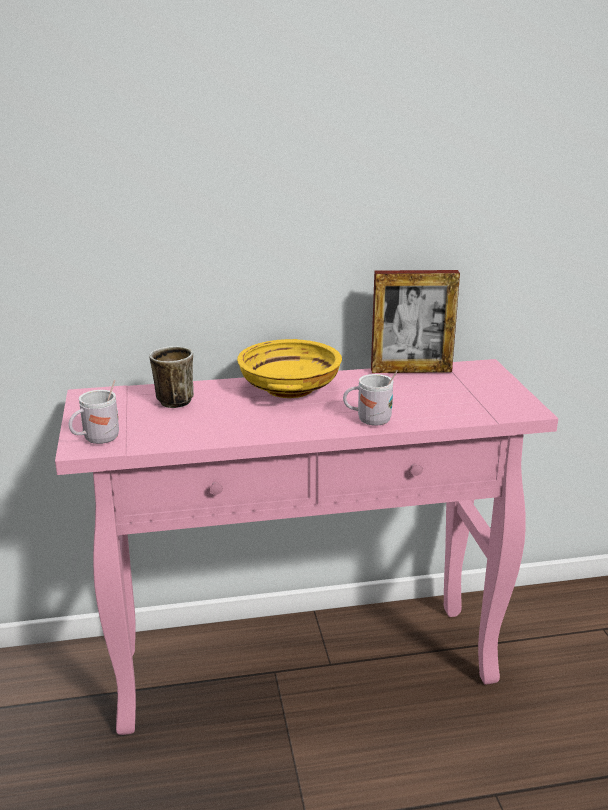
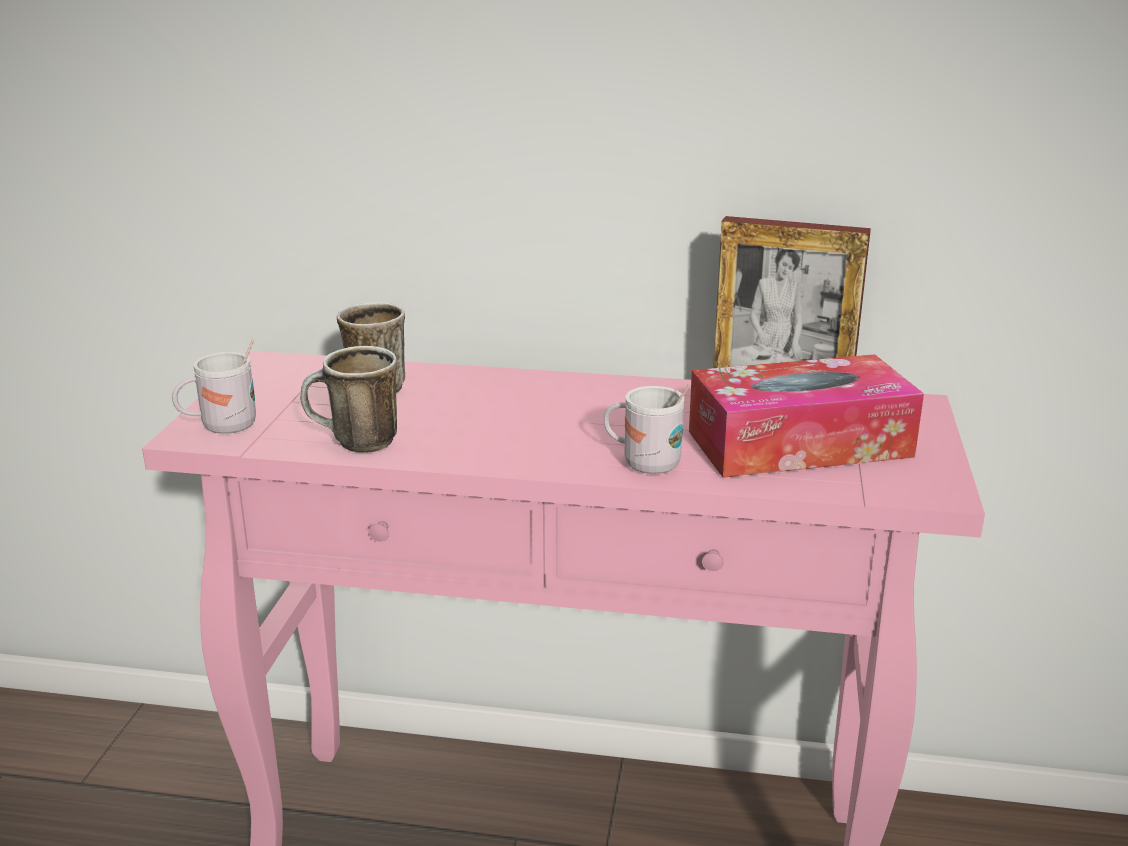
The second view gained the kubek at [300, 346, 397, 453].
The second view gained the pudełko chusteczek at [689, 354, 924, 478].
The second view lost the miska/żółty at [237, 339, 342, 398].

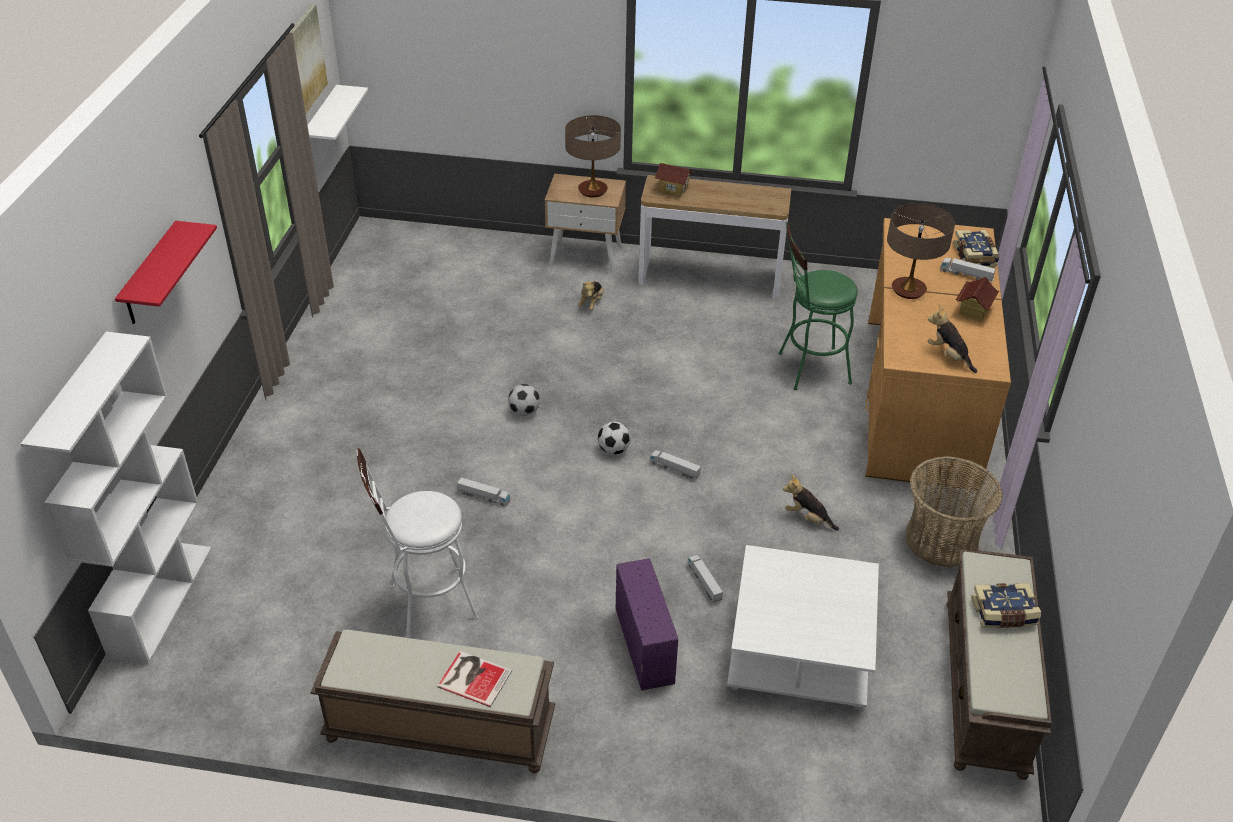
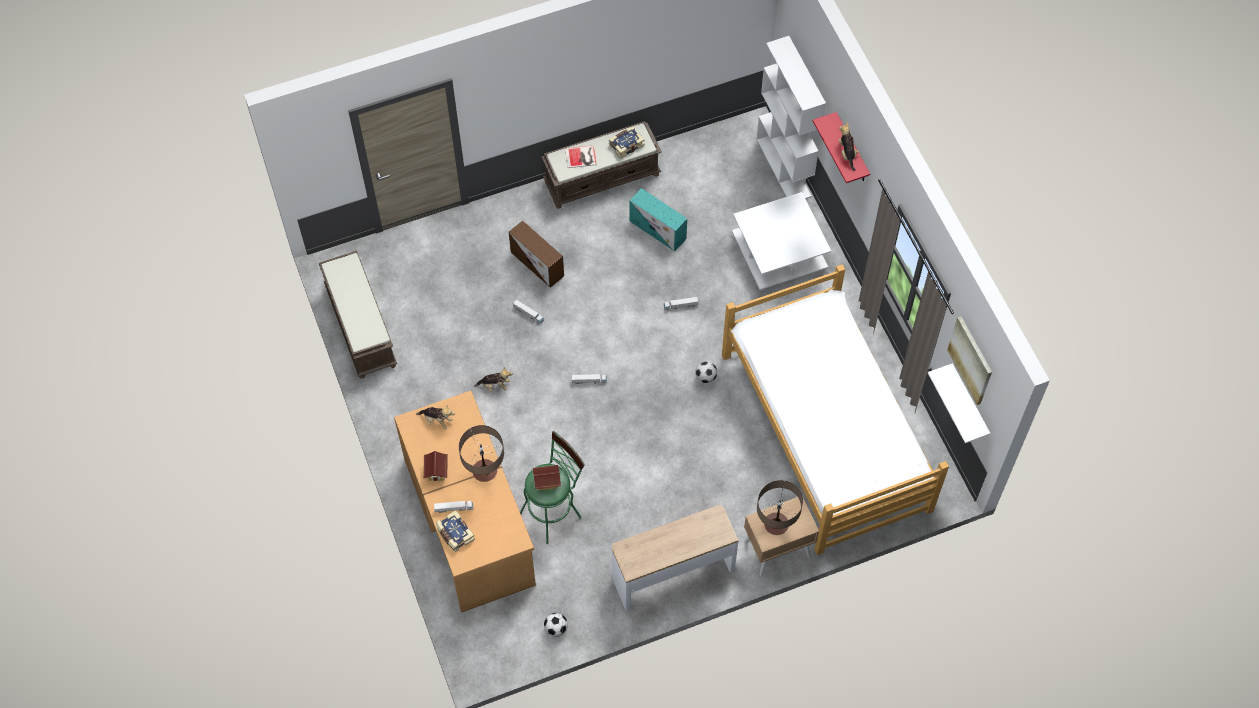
What was the pojemnik do przechowywania/fioletowy at [616, 558, 678, 691] turned into the pojemnik do przechowywania/brązowy at [509, 221, 564, 288].
The domek ended up elsewhere, having gone from [655, 163, 694, 197] to [533, 465, 561, 491].
The piłka futbolowa ended up elsewhere, having gone from [598, 422, 631, 455] to [544, 613, 568, 637].
The książka ended up elsewhere, having gone from [971, 583, 1041, 628] to [609, 127, 644, 159].
Where the stołek/biały stood at [356, 448, 479, 638], the pojemnik do przechowywania/turkusowy came to stand at [630, 188, 687, 251].
The second view gained the łóżko at [722, 264, 949, 555].
The ława/biały ended up elsewhere, having gone from [727, 545, 879, 710] to [732, 192, 831, 291].
The pluszak ended up elsewhere, having gone from [578, 281, 604, 310] to [839, 123, 859, 171].
The second view lost the koszyk at [906, 456, 1003, 568].

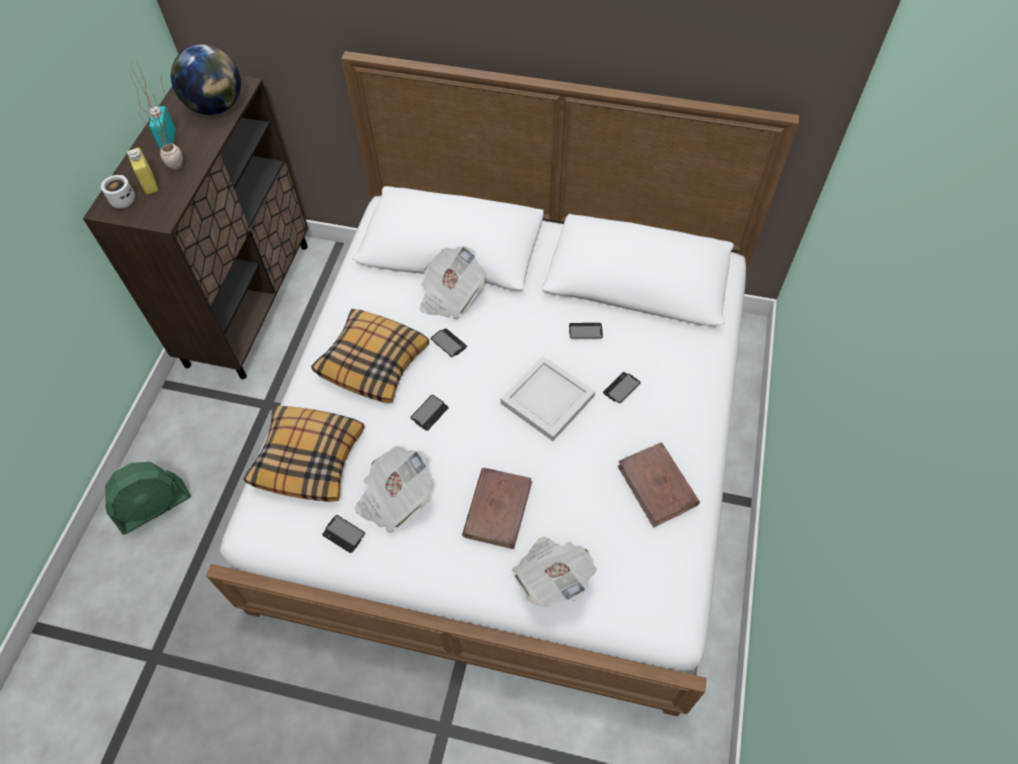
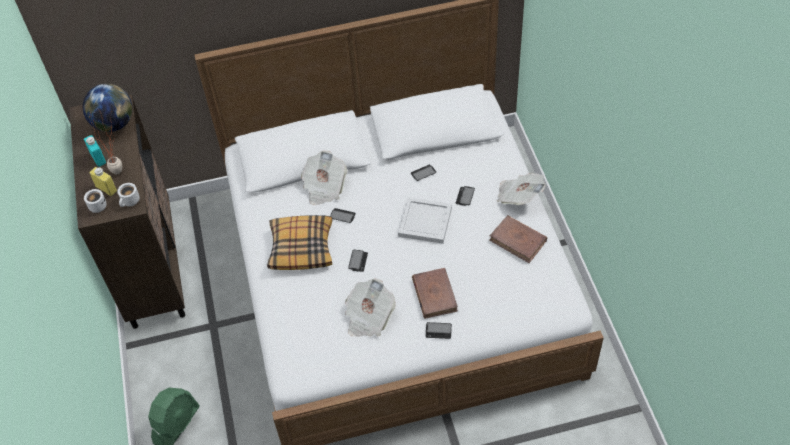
The second view gained the kubek/biały at [117, 183, 140, 207].
The telefon ended up elsewhere, having gone from [322, 515, 365, 553] to [426, 322, 452, 339].
The gazeta ended up elsewhere, having gone from [512, 537, 597, 607] to [497, 173, 545, 205].
The second view lost the poduszka at [243, 406, 364, 502].

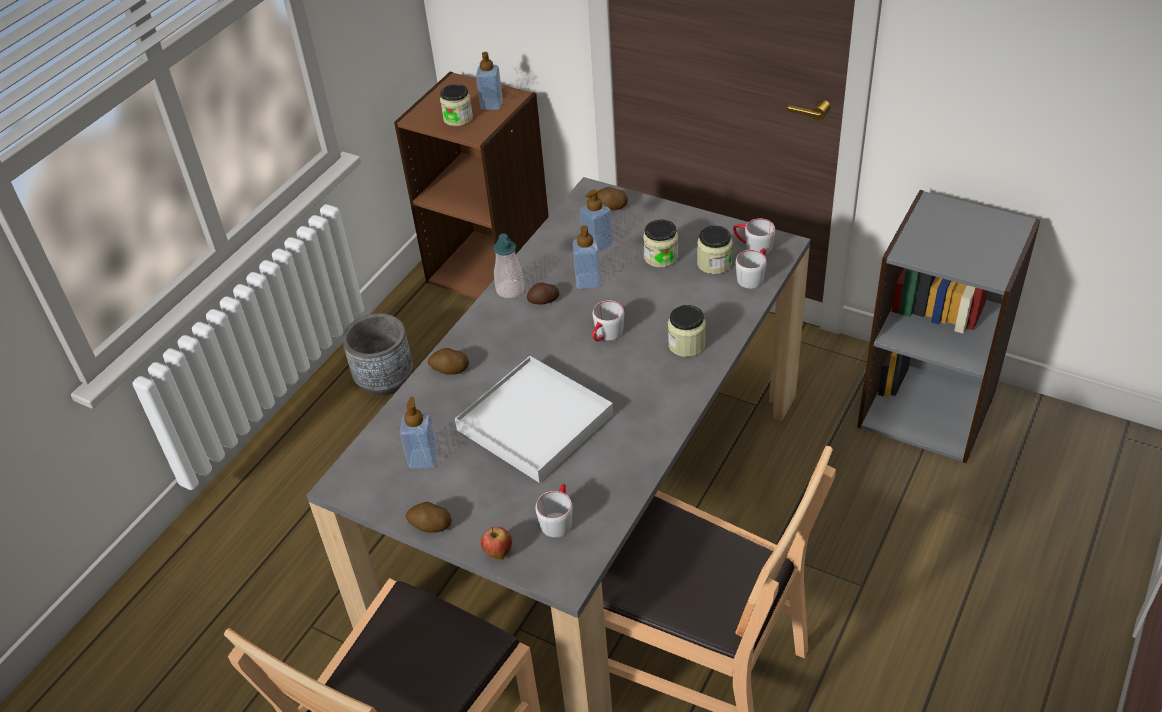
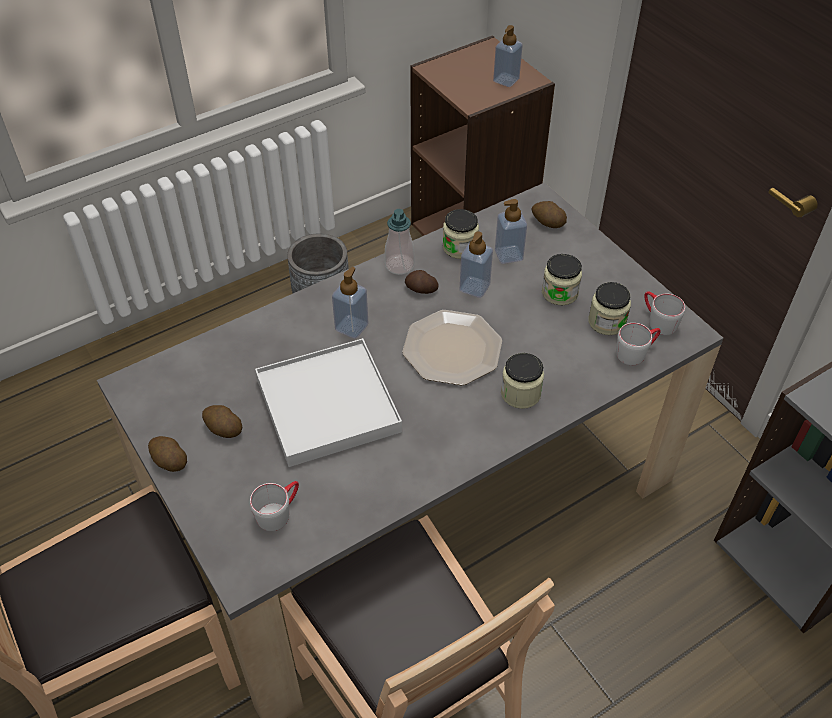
The ziemniak ended up elsewhere, having gone from [428, 348, 469, 375] to [202, 405, 243, 438].
The dozownik mydła ended up elsewhere, having gone from [400, 397, 438, 469] to [332, 267, 368, 339].
Where the kubek/szary stood at [592, 301, 624, 342], the talerz came to stand at [402, 310, 502, 385].
The słoik ended up elsewhere, having gone from [440, 84, 473, 127] to [443, 209, 479, 259].
The second view lost the jabłko at [481, 526, 512, 560].

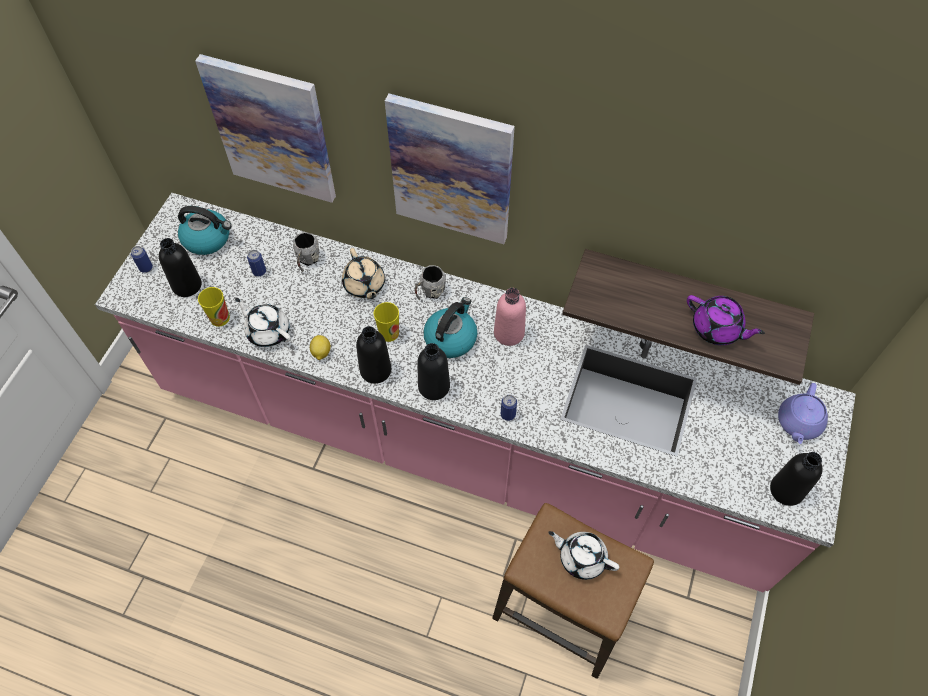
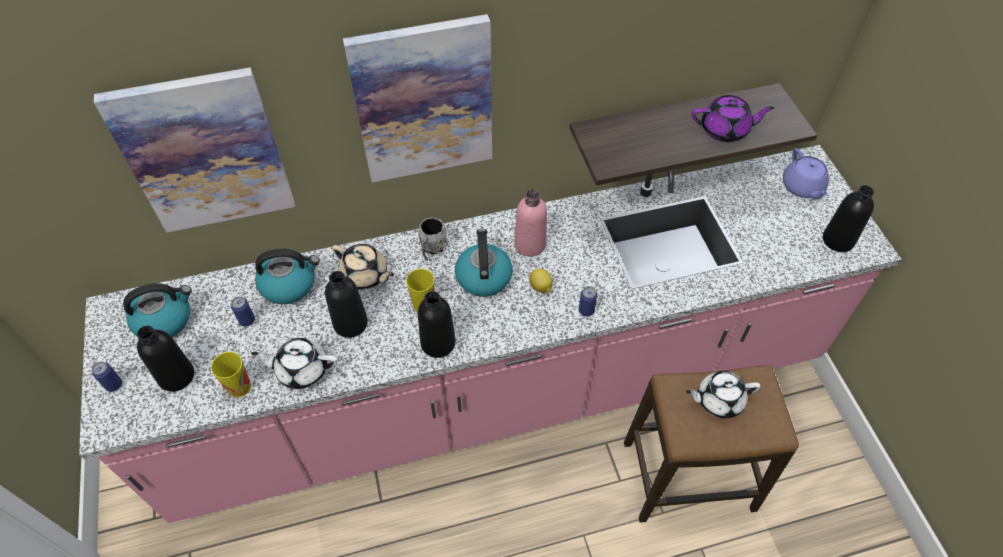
Where the kubek/szary stood at [293, 232, 320, 272], the czajnik came to stand at [255, 249, 320, 304].
The butelka/czarny ended up elsewhere, having gone from [417, 343, 450, 400] to [325, 271, 368, 338].
The cytryna ended up elsewhere, having gone from [310, 335, 331, 360] to [529, 269, 553, 293].

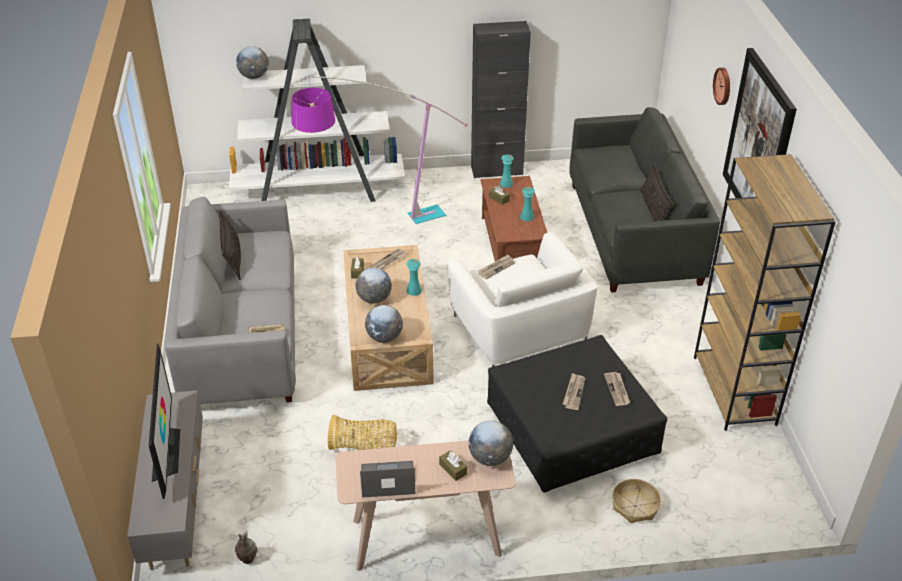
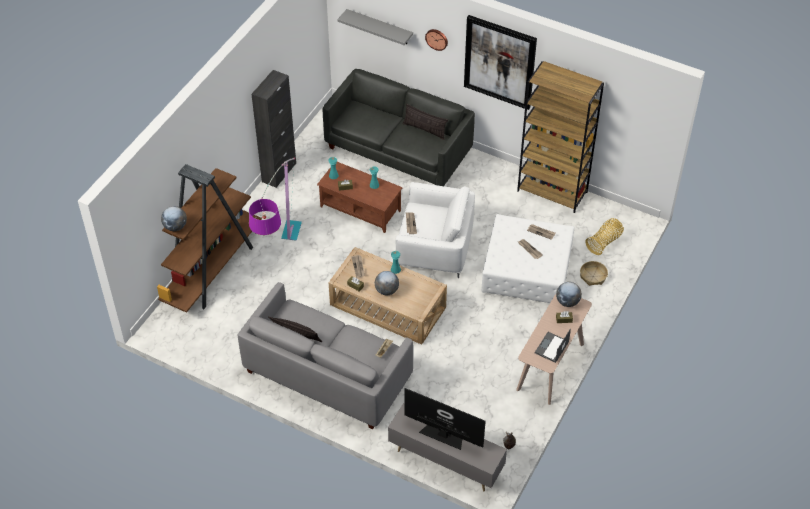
What was the regał/biały at [229, 19, 405, 202] turned into the regał/brązowy at [157, 164, 262, 313].
The second view gained the półka/szary at [337, 9, 413, 45].
What was the pufa/czarny at [487, 335, 667, 493] turned into the pufa/biały at [481, 214, 574, 303].
The koszyk ended up elsewhere, having gone from [328, 415, 397, 450] to [586, 218, 624, 255].
The second view lost the globus at [365, 305, 403, 343].

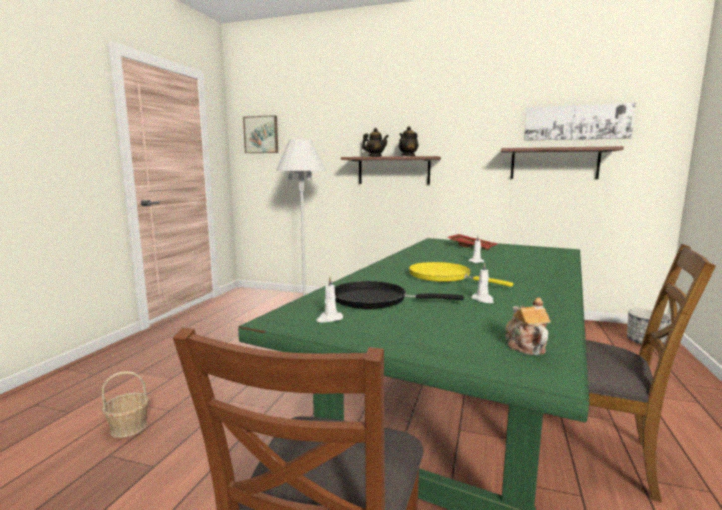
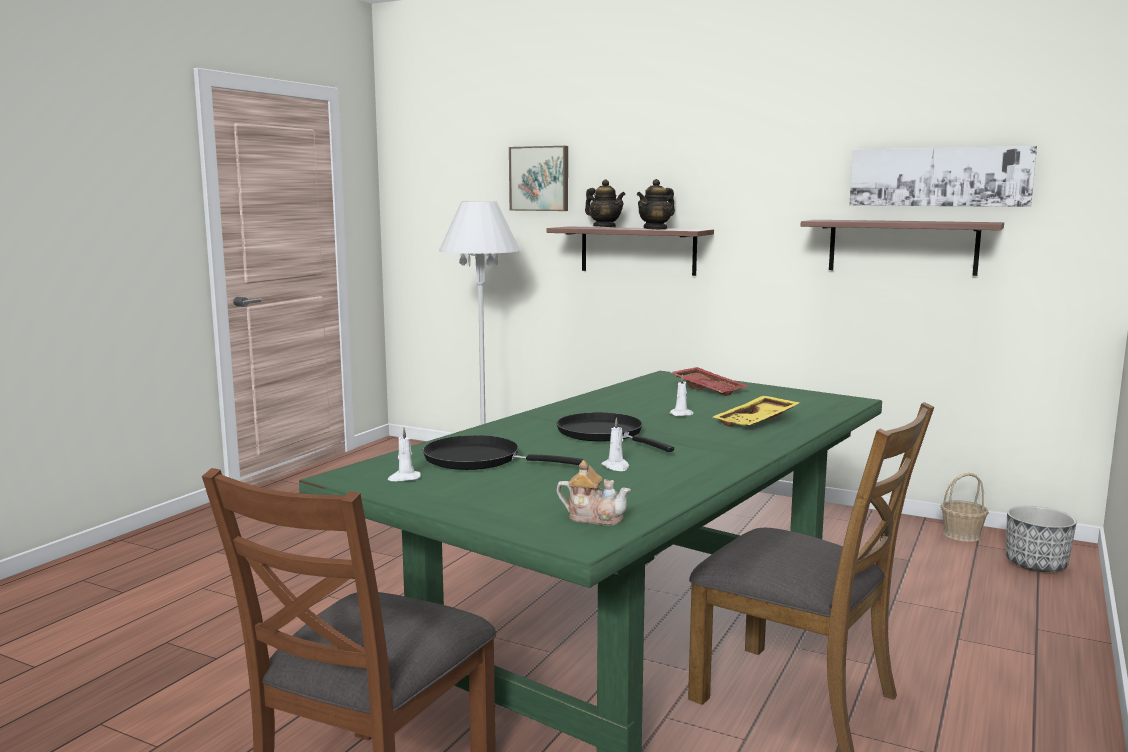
The obraz ended up elsewhere, having gone from [243, 115, 278, 153] to [509, 146, 568, 211].
What was the patelnia/żółty at [409, 262, 513, 287] turned into the patelnia/czarny at [556, 412, 674, 452].
The imbryk at [505, 297, 551, 355] ended up facing another way, 105 degrees clockwise from before.
The second view gained the taca/żółty at [713, 395, 800, 427].
The koszyk ended up elsewhere, having gone from [102, 371, 149, 438] to [941, 473, 989, 542].

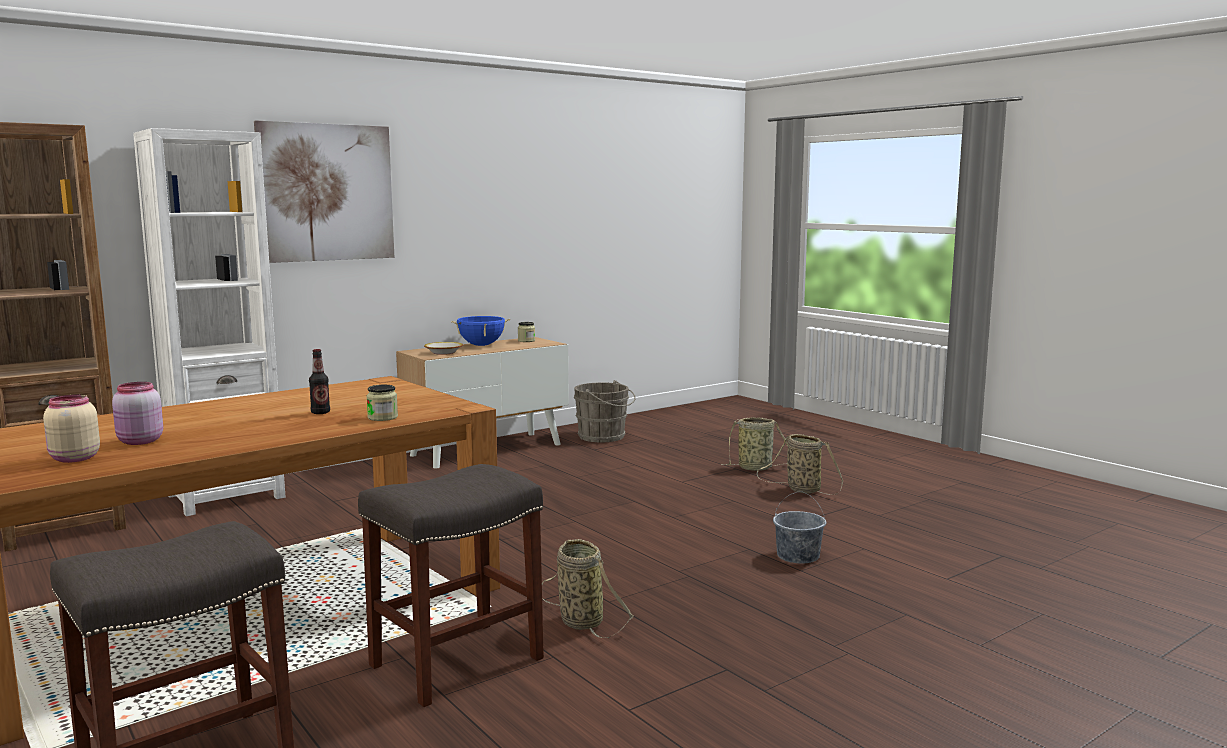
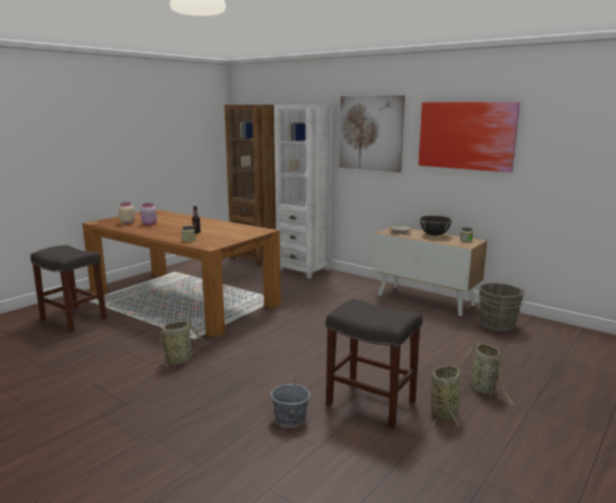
The stołek/szary ended up elsewhere, having gone from [358, 464, 544, 707] to [326, 299, 422, 428].
The second view gained the obraz at [418, 102, 520, 172].
What was the garnek/niebieski at [451, 316, 510, 346] turned into the garnek/czarny at [420, 216, 451, 236].

